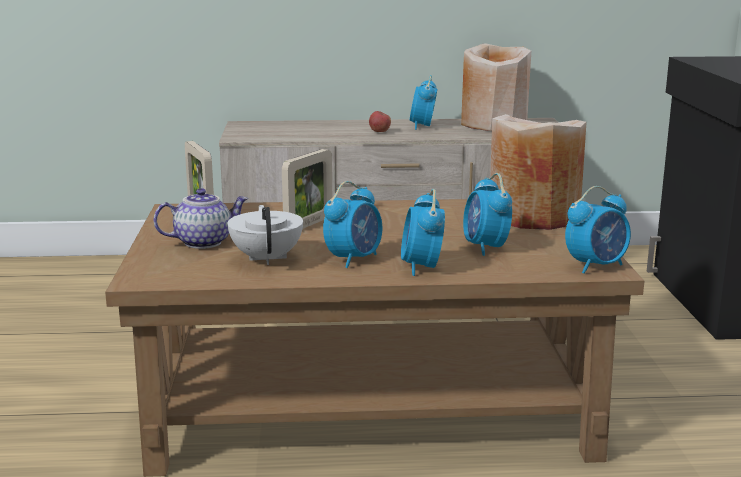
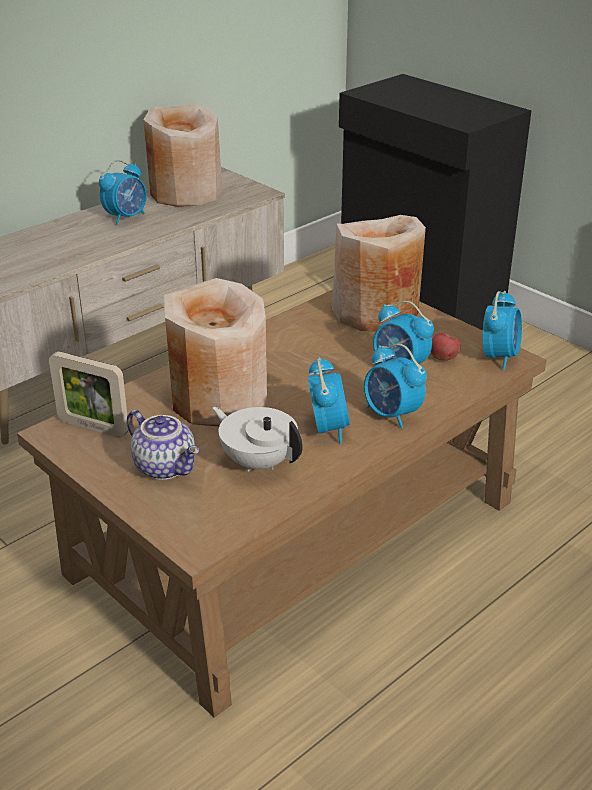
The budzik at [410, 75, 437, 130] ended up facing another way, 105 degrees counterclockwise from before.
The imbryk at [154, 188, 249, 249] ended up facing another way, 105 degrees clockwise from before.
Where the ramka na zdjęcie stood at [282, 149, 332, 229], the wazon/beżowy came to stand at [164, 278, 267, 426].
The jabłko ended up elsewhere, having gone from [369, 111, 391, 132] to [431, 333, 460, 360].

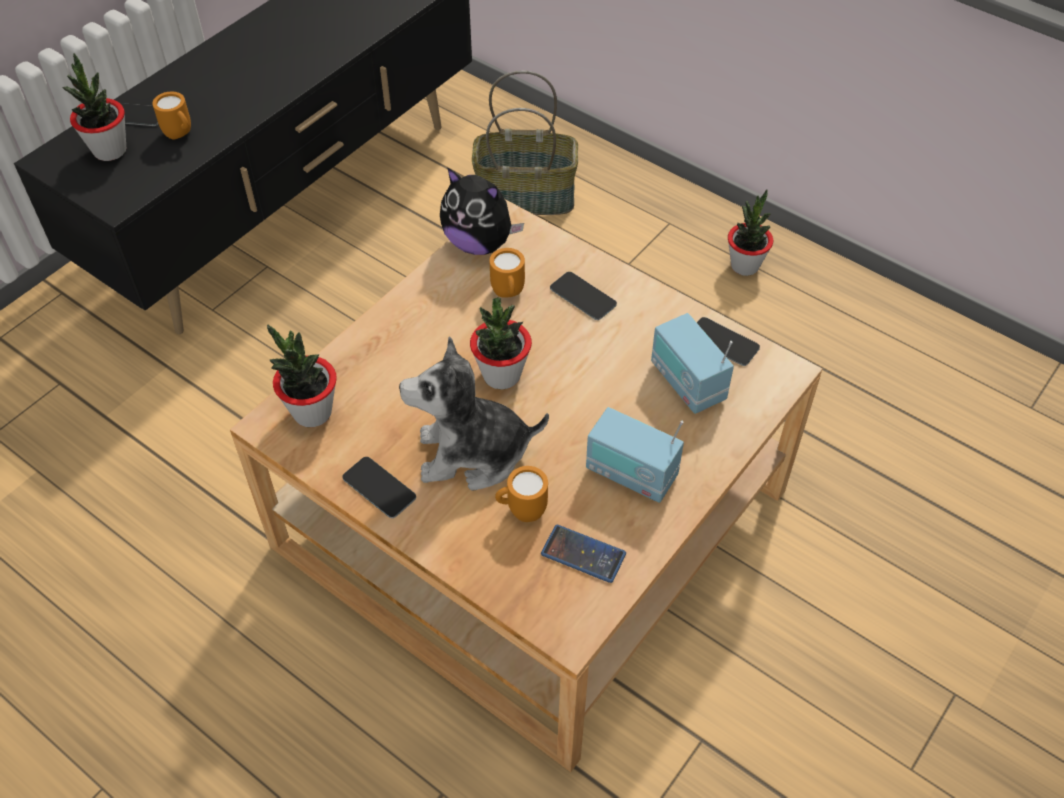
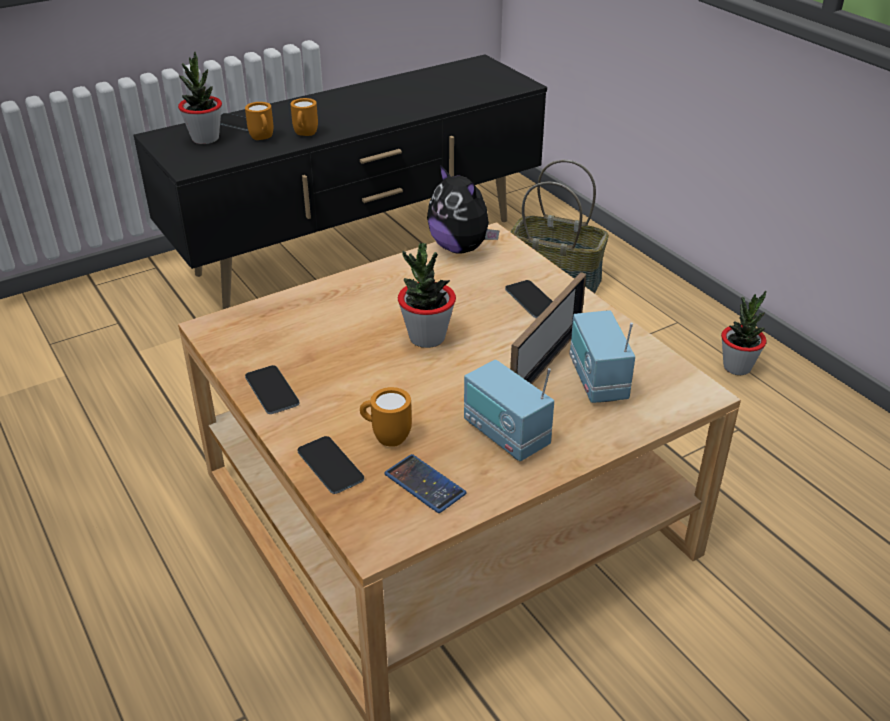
The kubek/pomarańczowy ended up elsewhere, having gone from [489, 248, 525, 298] to [290, 98, 318, 136].
The telefon ended up elsewhere, having gone from [697, 317, 760, 366] to [297, 436, 364, 494].
The second view gained the ramka na zdjęcie at [510, 272, 586, 384].
The second view lost the roślina doniczkowa at [267, 325, 337, 427].
The second view lost the pluszak at [399, 336, 549, 490].

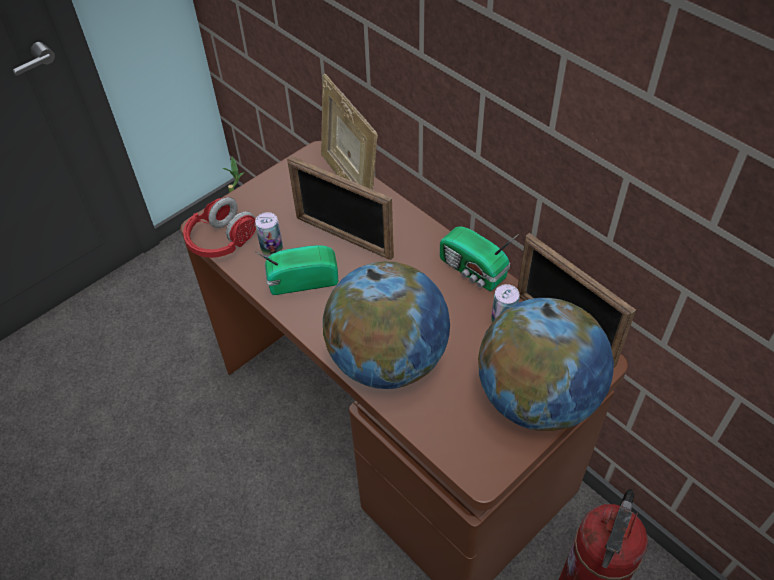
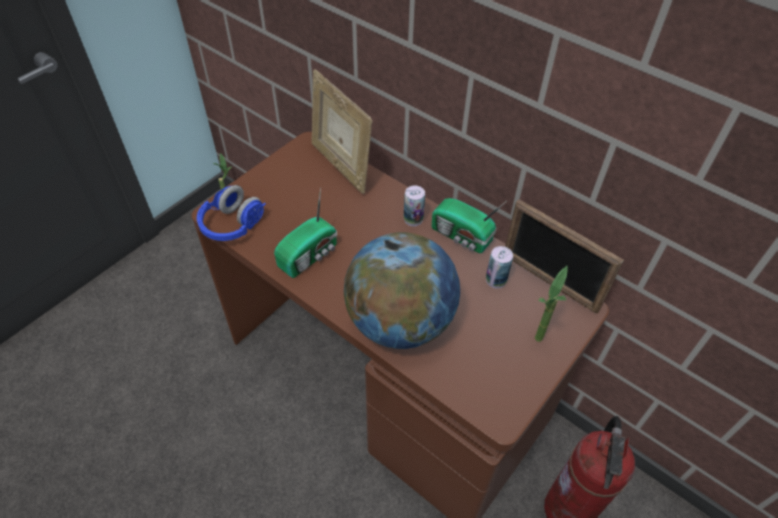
What was the słuchawki/czerwony at [183, 197, 256, 258] turned into the słuchawki/niebieski at [197, 185, 266, 241].
The radio at [255, 245, 338, 295] ended up facing another way, 150 degrees clockwise from before.
The puszka ended up elsewhere, having gone from [255, 212, 283, 257] to [404, 185, 425, 226].
Where the globus stood at [478, 298, 614, 431], the roślina doniczkowa came to stand at [535, 266, 567, 342].
The second view lost the ramka na zdjęcie at [287, 156, 394, 260].

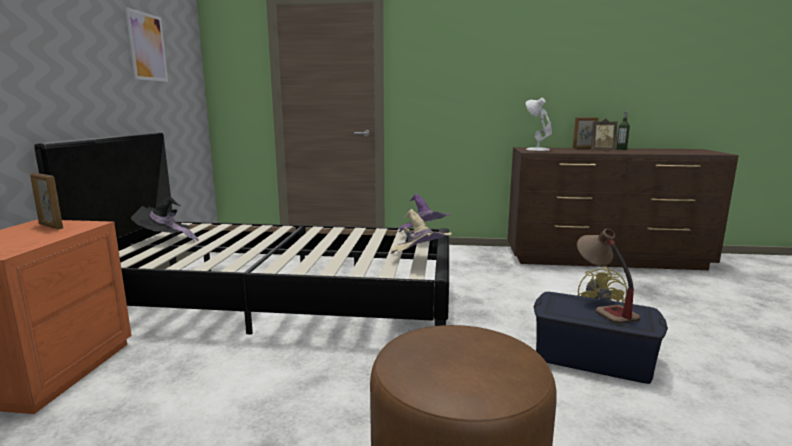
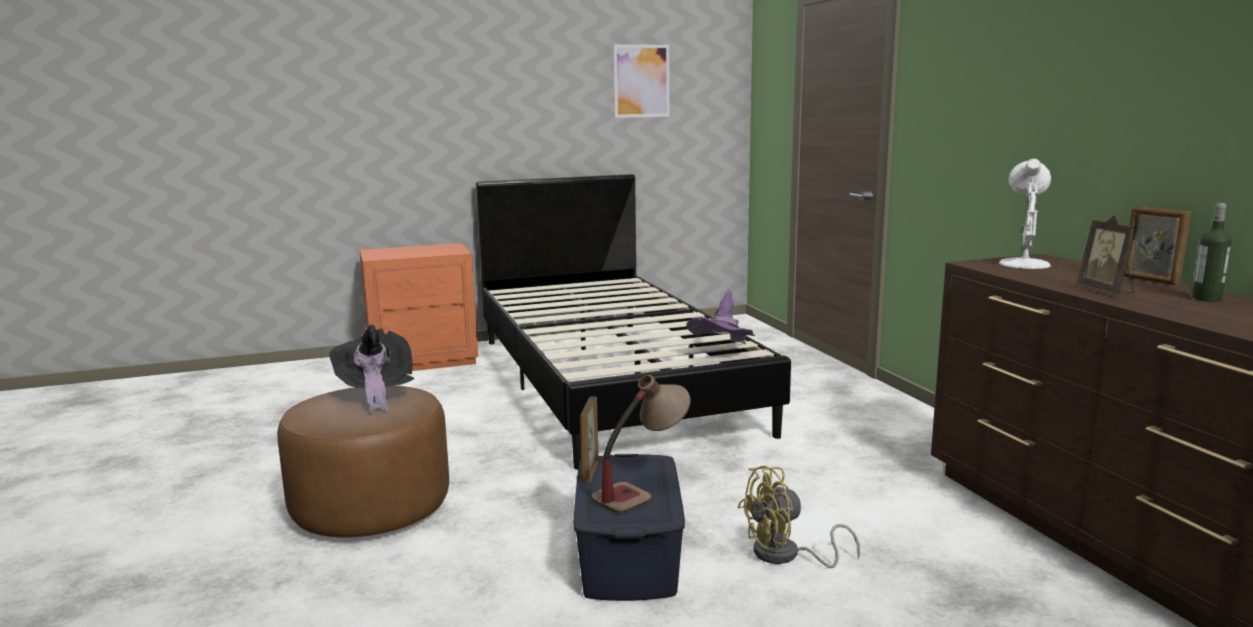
The kapelusz/czarny ended up elsewhere, having gone from [131, 196, 199, 243] to [329, 325, 415, 414].
The ramka na zdjęcie ended up elsewhere, having gone from [30, 173, 63, 229] to [580, 396, 599, 483].
The second view lost the kapelusz/beżowy at [391, 209, 452, 254].

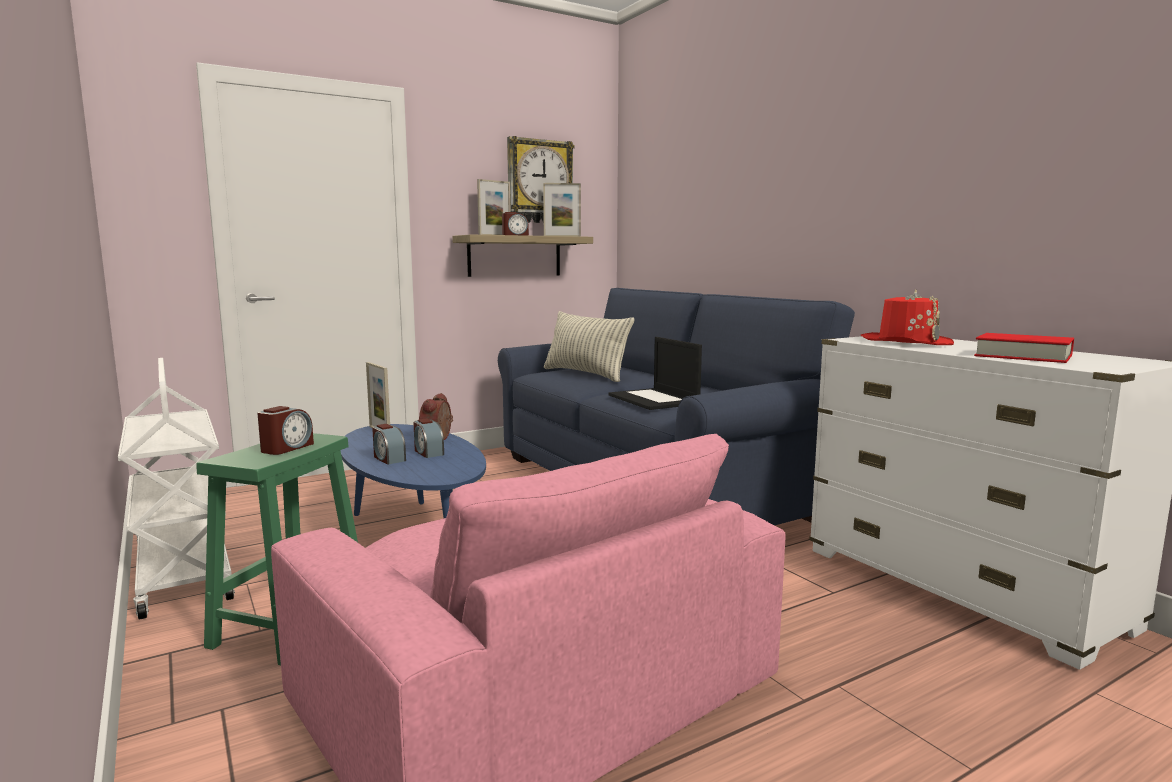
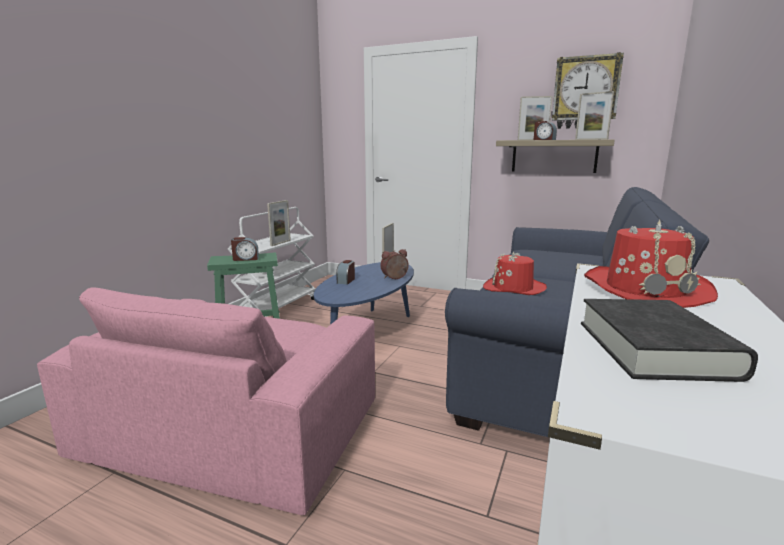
The second view gained the ramka na zdjęcie at [267, 200, 291, 246].
Where the laptop stood at [608, 337, 702, 410], the kapelusz/czerwony came to stand at [483, 251, 547, 295].
What was the książka/czerwony at [974, 333, 1074, 363] turned into the książka/czarny at [581, 299, 758, 382].
The second view lost the budzik at [413, 418, 444, 458].
The second view lost the poduszka at [544, 311, 634, 382].

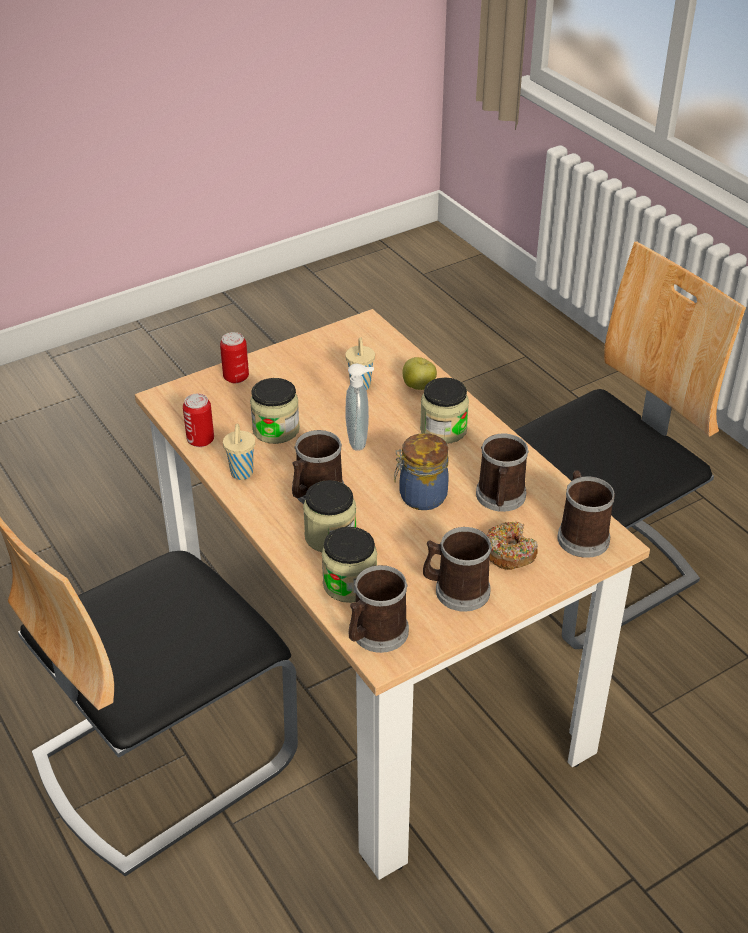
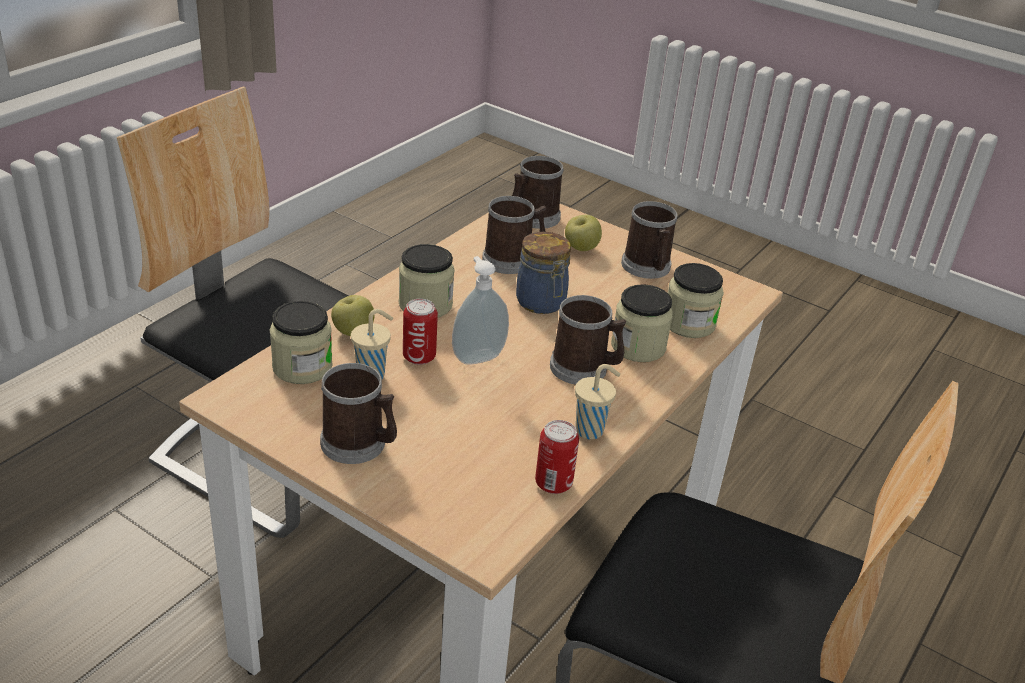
The słoik ended up elsewhere, having gone from [250, 378, 300, 444] to [270, 301, 333, 384].
The kubek ended up elsewhere, having gone from [349, 565, 409, 653] to [320, 363, 397, 464].
The puszka ended up elsewhere, having gone from [220, 332, 249, 384] to [403, 299, 438, 365].
Where the donut stood at [486, 521, 538, 570], the jabłko came to stand at [565, 215, 602, 251].

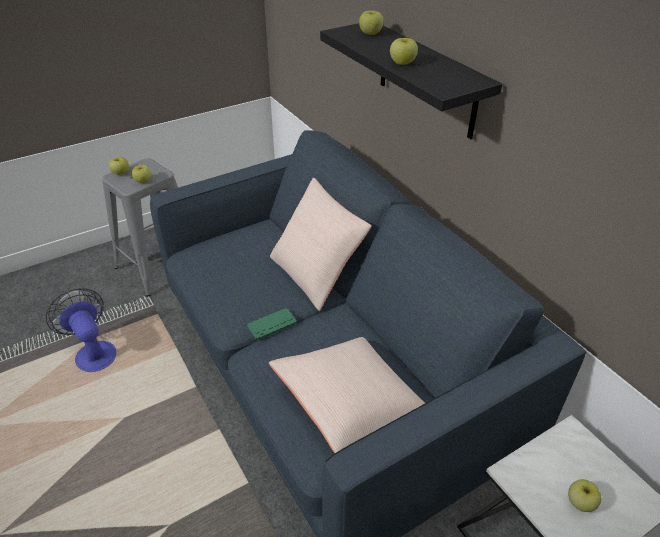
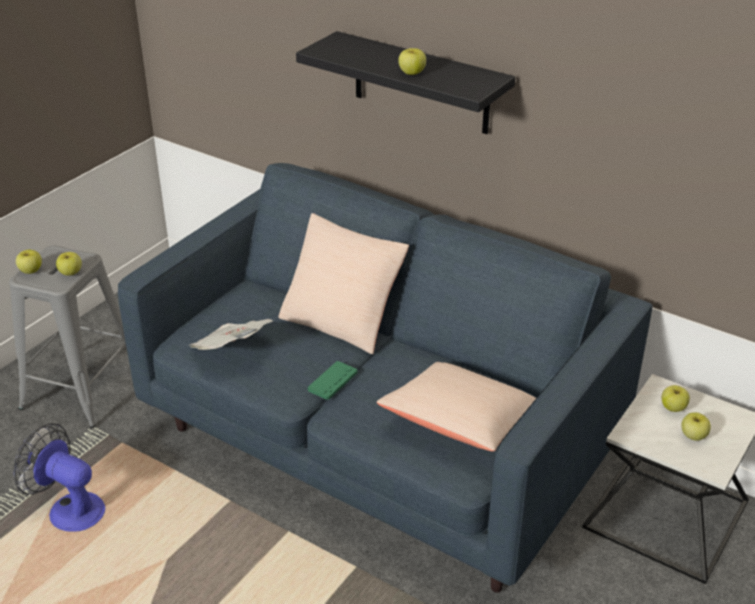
The second view gained the gazeta at [190, 319, 273, 350].
The jabłko ended up elsewhere, having gone from [359, 11, 384, 35] to [662, 385, 690, 412].

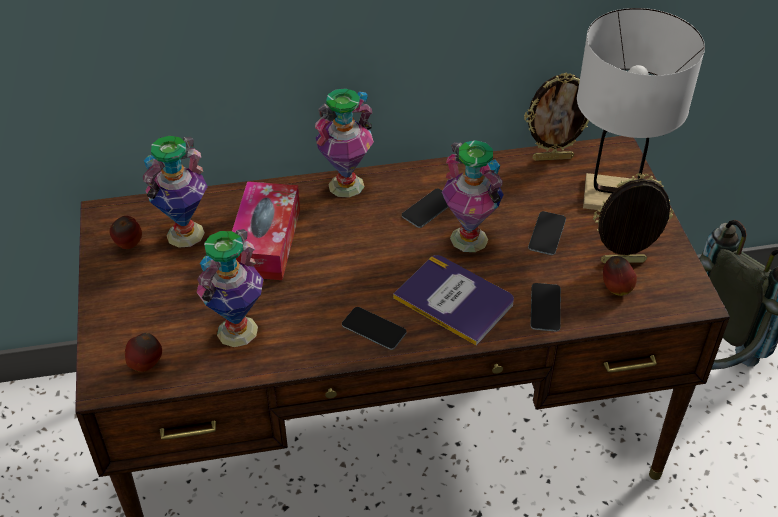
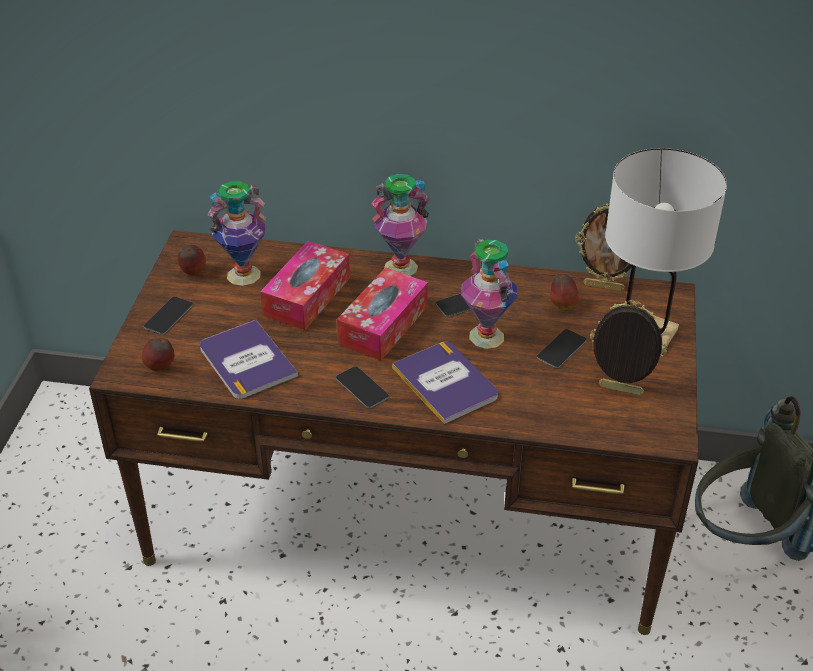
The telefon ended up elsewhere, having gone from [530, 283, 561, 332] to [144, 297, 193, 335].
Where the wazon stood at [197, 229, 263, 347], the książka came to stand at [199, 320, 298, 399].
The second view gained the pudełko chusteczek at [337, 267, 428, 361].
The jabłko ended up elsewhere, having gone from [603, 256, 637, 296] to [550, 274, 579, 311].

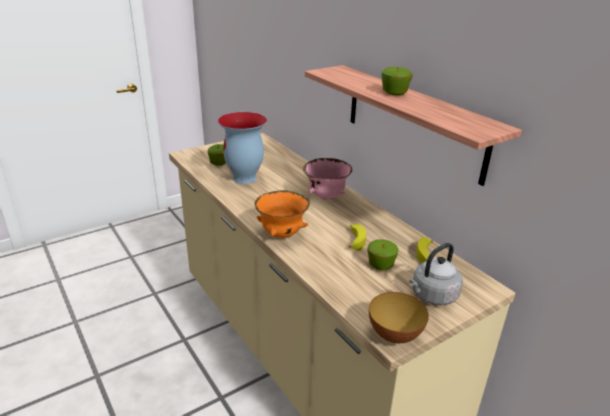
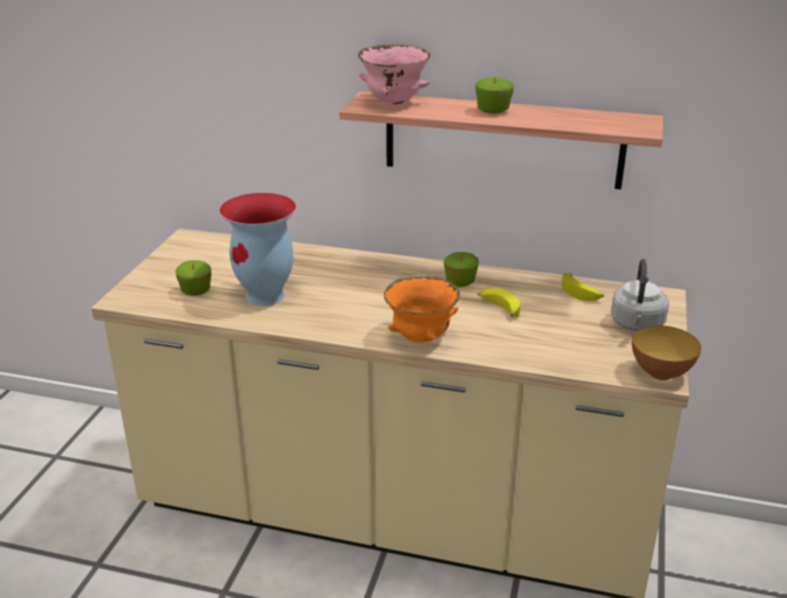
The miska/różowy ended up elsewhere, having gone from [303, 158, 352, 199] to [358, 45, 431, 104].
The jabłko ended up elsewhere, having gone from [367, 239, 399, 270] to [444, 252, 479, 287].

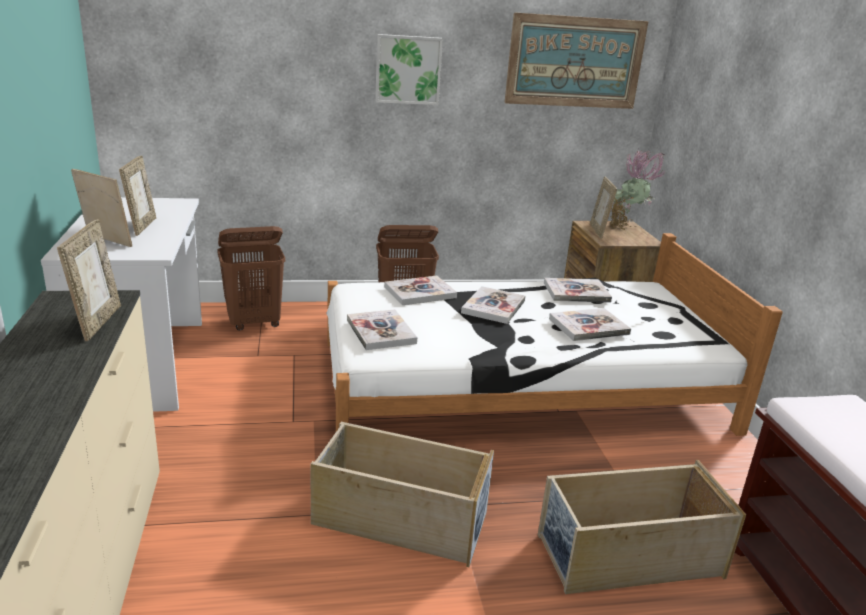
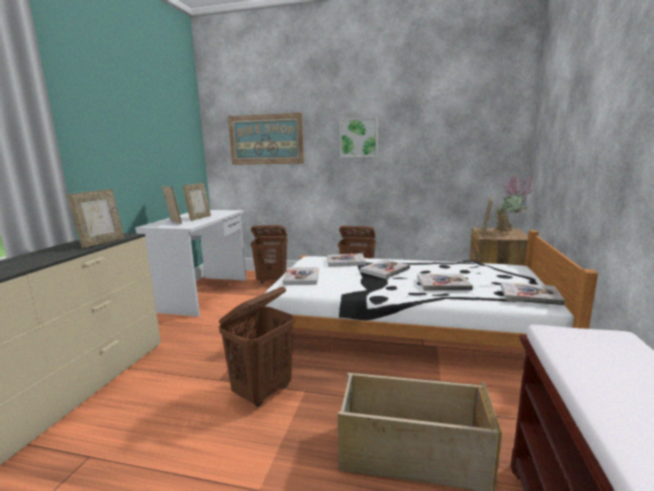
Where the pojemnik do przechowywania/beżowy stood at [310, 422, 494, 567], the kosz na pranie/brązowy came to stand at [219, 287, 295, 407].
The obraz ended up elsewhere, having gone from [504, 12, 648, 109] to [228, 113, 304, 165].
The książka ended up elsewhere, having gone from [544, 278, 612, 303] to [501, 282, 565, 306].

